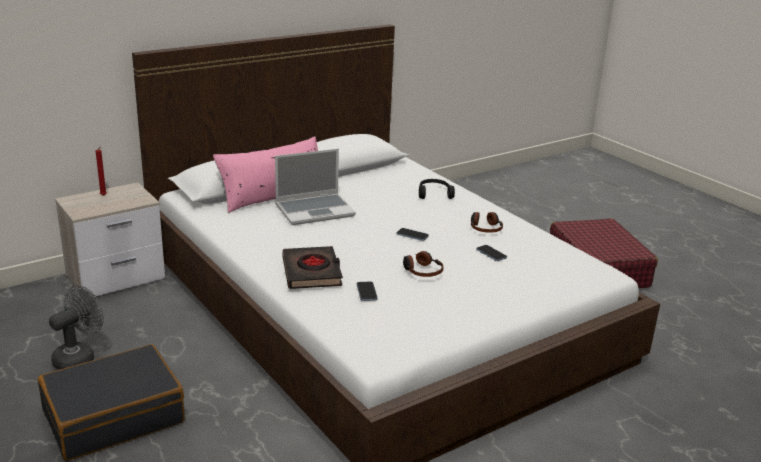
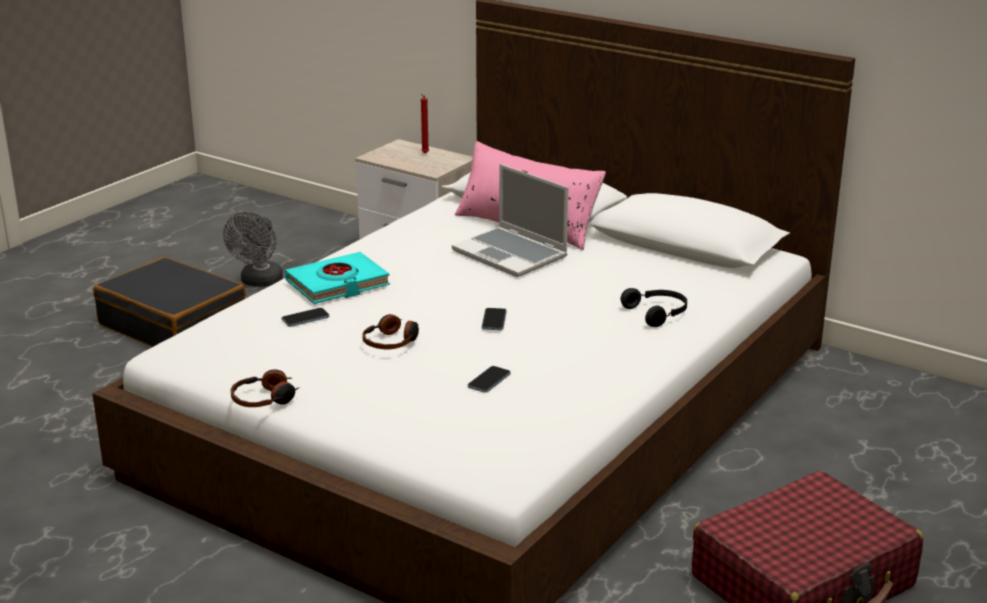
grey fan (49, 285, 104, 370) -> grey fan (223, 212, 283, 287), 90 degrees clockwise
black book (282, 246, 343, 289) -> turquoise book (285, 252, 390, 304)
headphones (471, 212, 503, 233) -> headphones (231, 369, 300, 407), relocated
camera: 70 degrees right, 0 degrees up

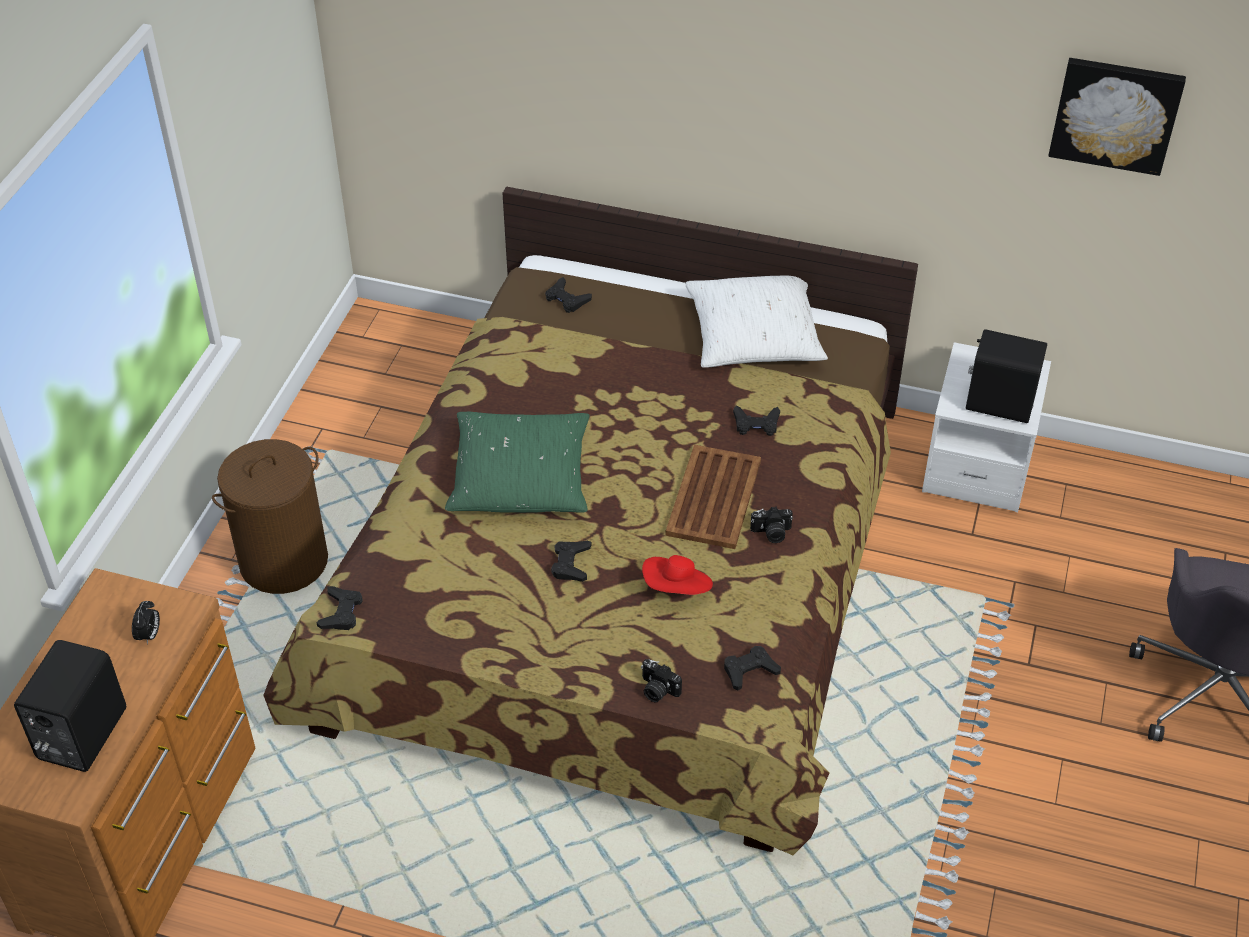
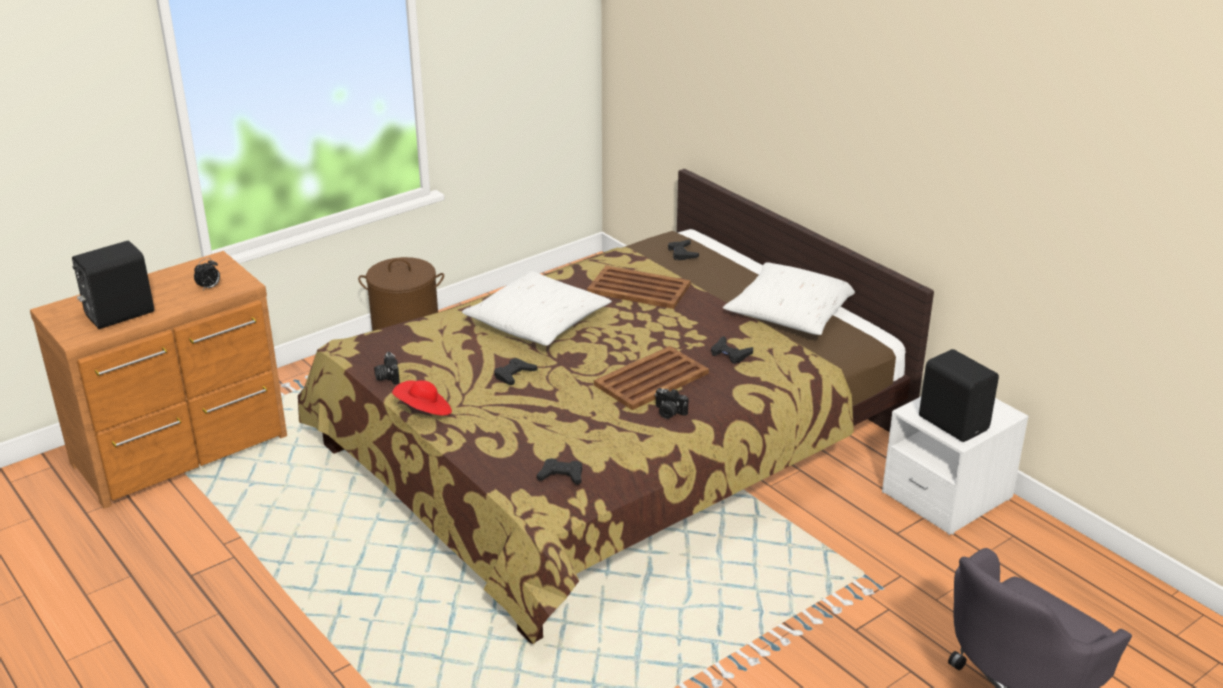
black game controller (316, 586, 363, 630) -> none
green pillow (445, 412, 590, 513) -> white pillow (462, 271, 612, 346)
photo camera (641, 659, 682, 703) -> photo camera (374, 352, 400, 385), relocated
red hat (642, 555, 713, 595) -> red hat (392, 380, 452, 415), relocated
picture (1048, 58, 1186, 176) -> none
none -> brown tray (587, 265, 691, 309)
camera: 35 degrees right, 15 degrees down

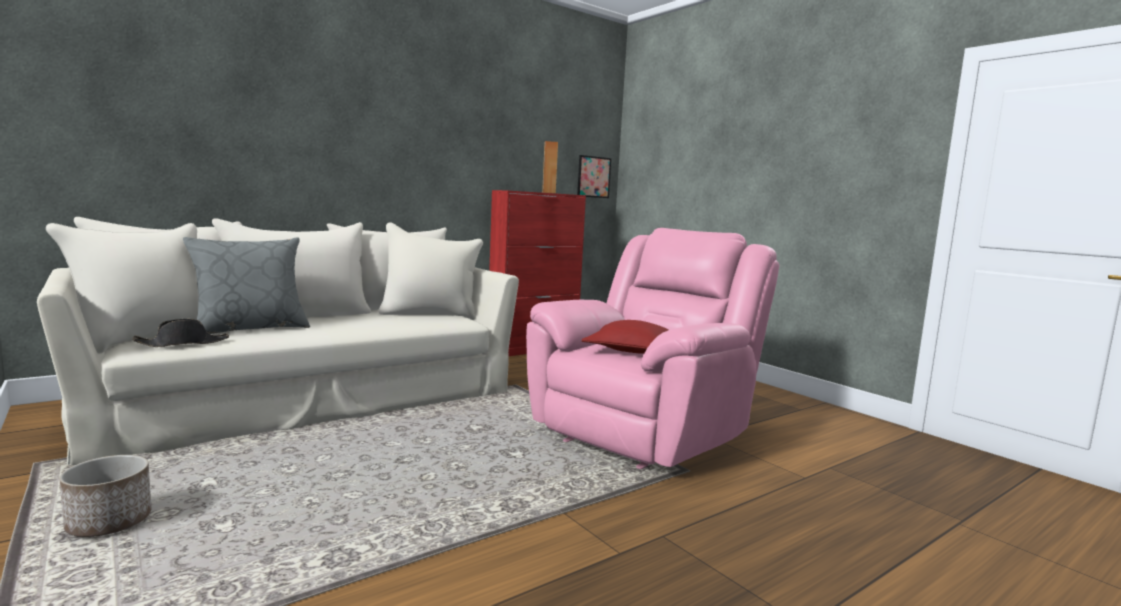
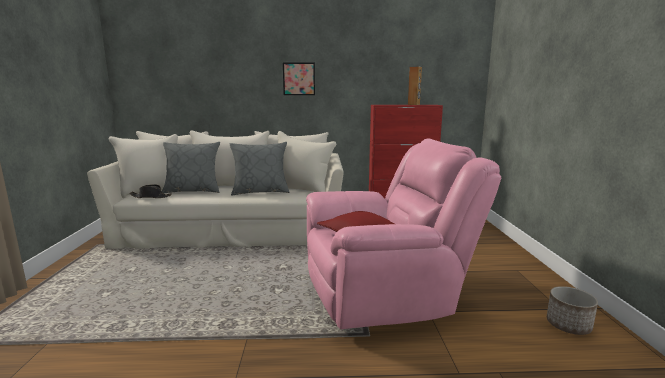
planter (59, 455, 151, 537) -> planter (547, 286, 598, 335), relocated
picture (577, 155, 611, 198) -> picture (283, 62, 315, 95), relocated
none -> grey pillow (230, 142, 289, 196)
camera: 35 degrees right, 5 degrees up

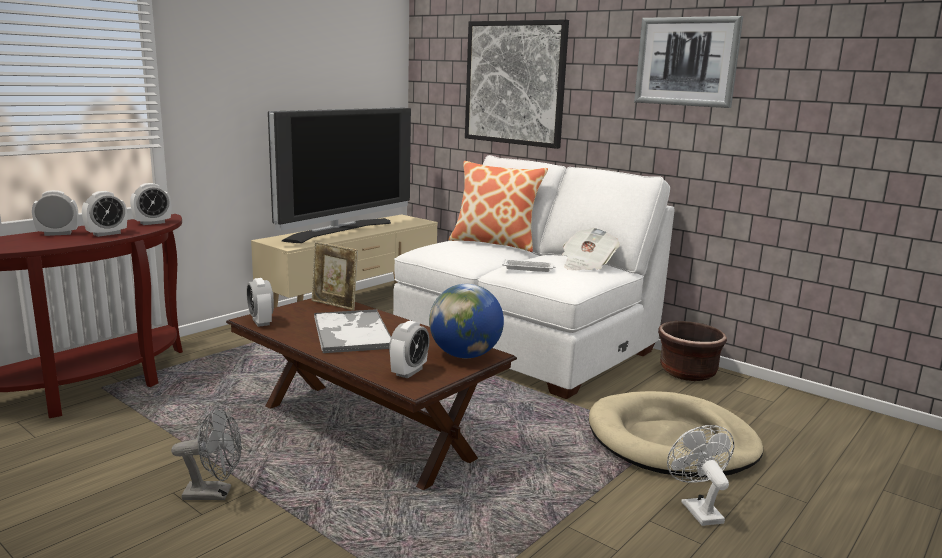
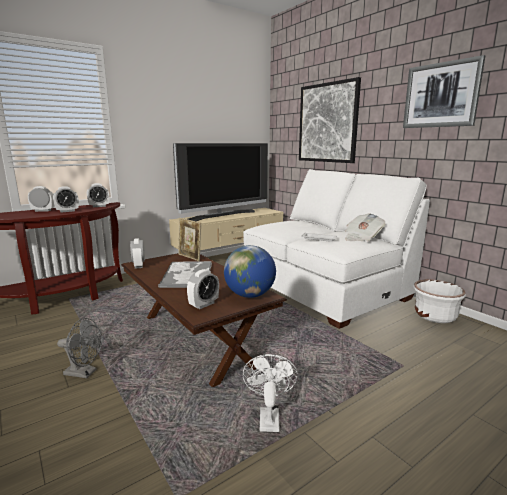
pillow (449, 161, 548, 252) -> none
beige dog bed (589, 391, 763, 477) -> none
brown planter (658, 321, 727, 381) -> white planter (413, 279, 466, 323)
white fan (667, 425, 735, 526) -> white fan (242, 354, 298, 432), relocated
camera: 15 degrees right, 0 degrees up

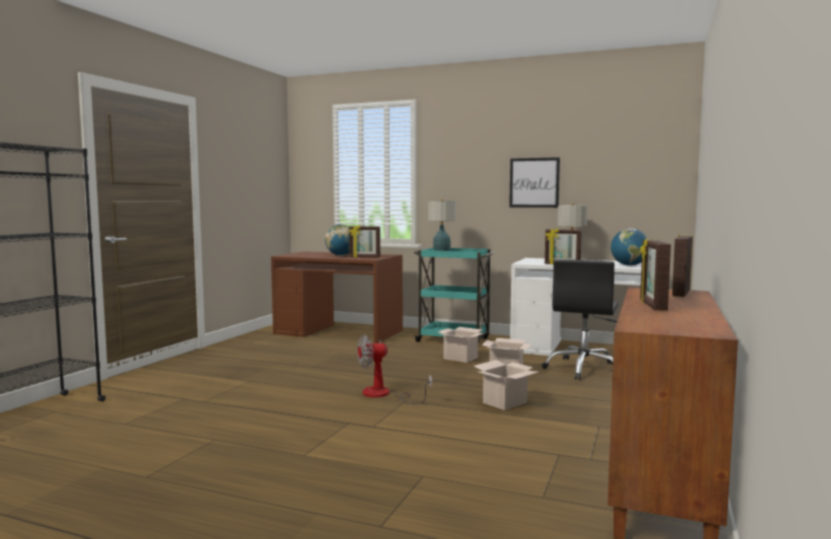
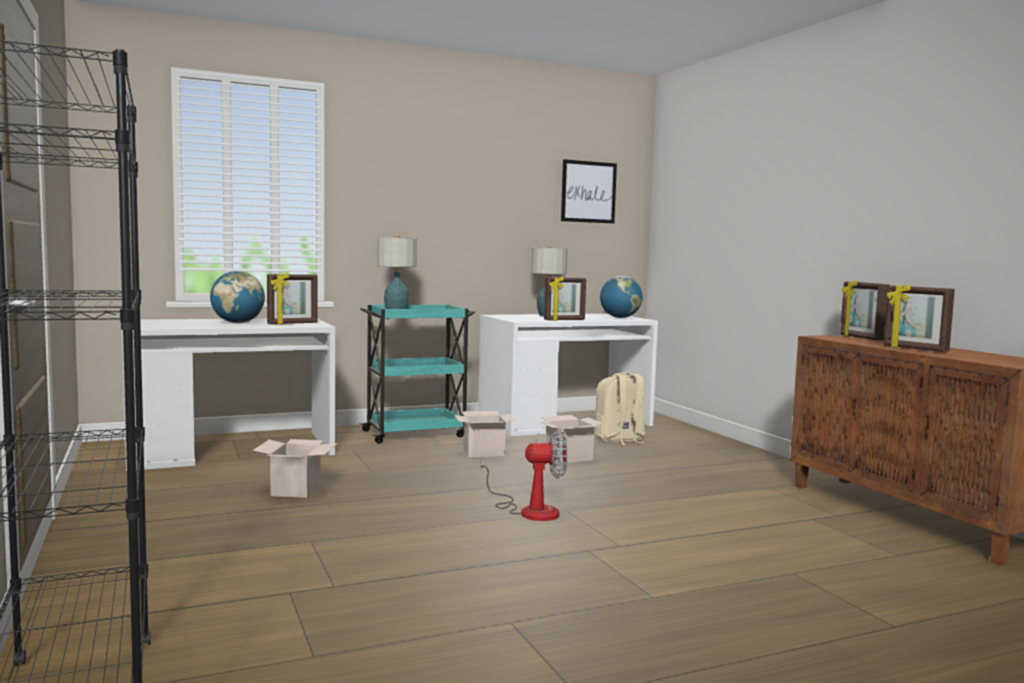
brown desk (271, 251, 403, 343) -> white desk (122, 318, 335, 471)
fan (357, 335, 432, 404) -> fan (480, 430, 568, 521), 120 degrees counterclockwise
cardboard box (474, 360, 538, 410) -> cardboard box (253, 439, 337, 498), relocated
picture (509, 157, 560, 208) -> picture (561, 159, 617, 224), relocated
black office chair (542, 259, 618, 380) -> beige backpack (595, 372, 646, 445)
camera: 45 degrees left, 0 degrees up

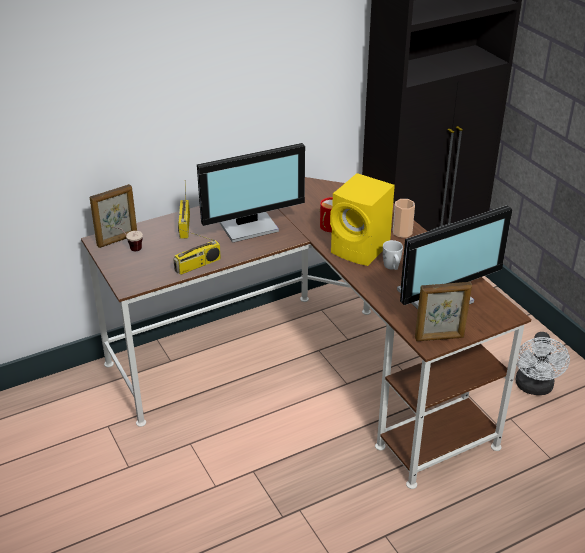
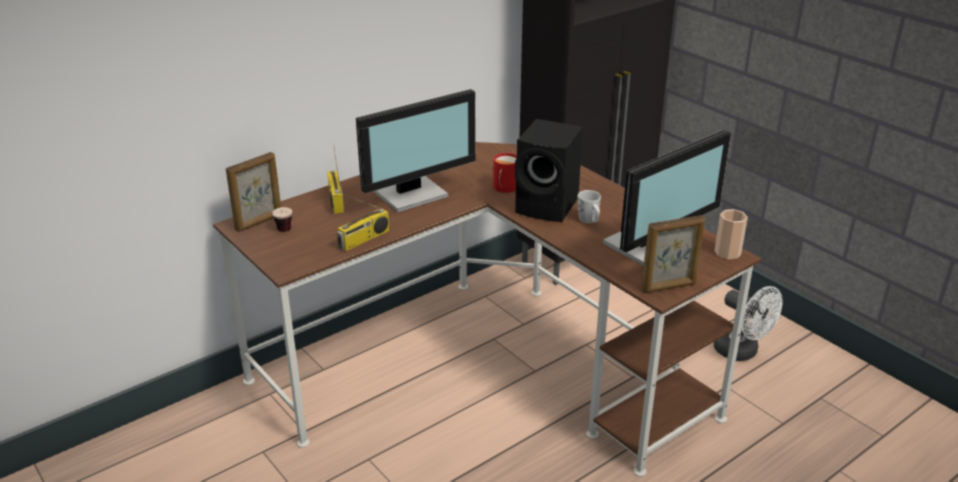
yellow speaker (330, 173, 395, 266) -> black speaker (515, 119, 583, 222)
cup (393, 199, 415, 237) -> cup (714, 209, 748, 260), relocated
white fan (516, 332, 570, 395) -> white fan (714, 286, 783, 361), 45 degrees counterclockwise
camera: 10 degrees left, 5 degrees down

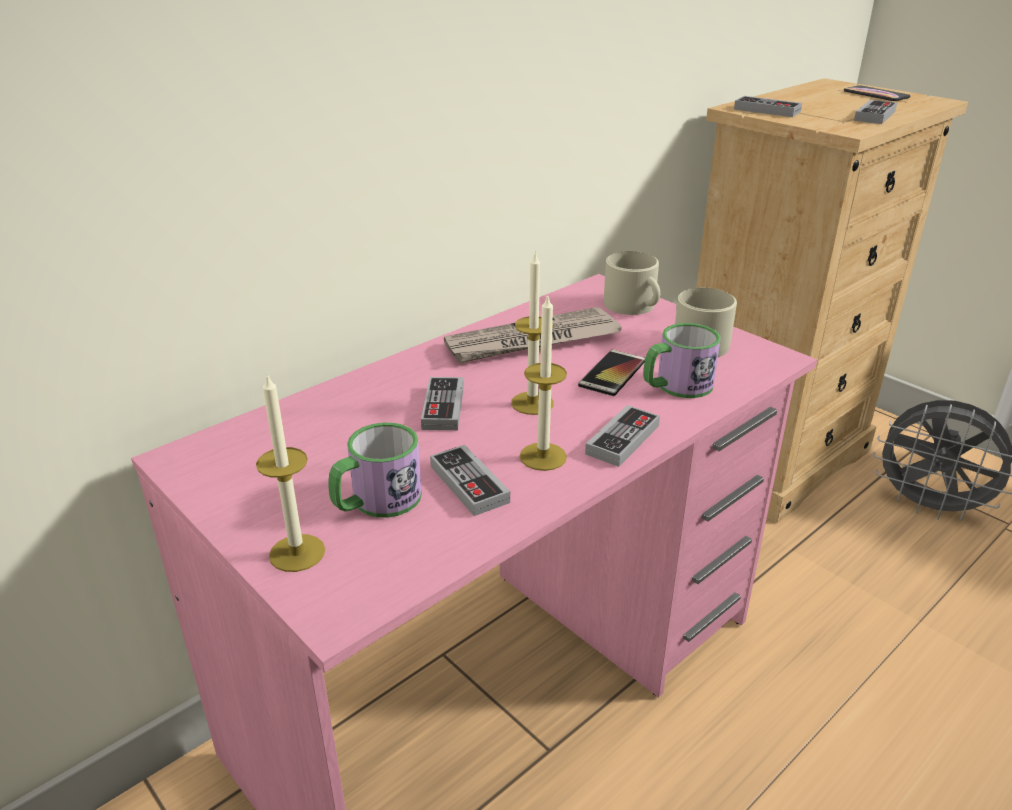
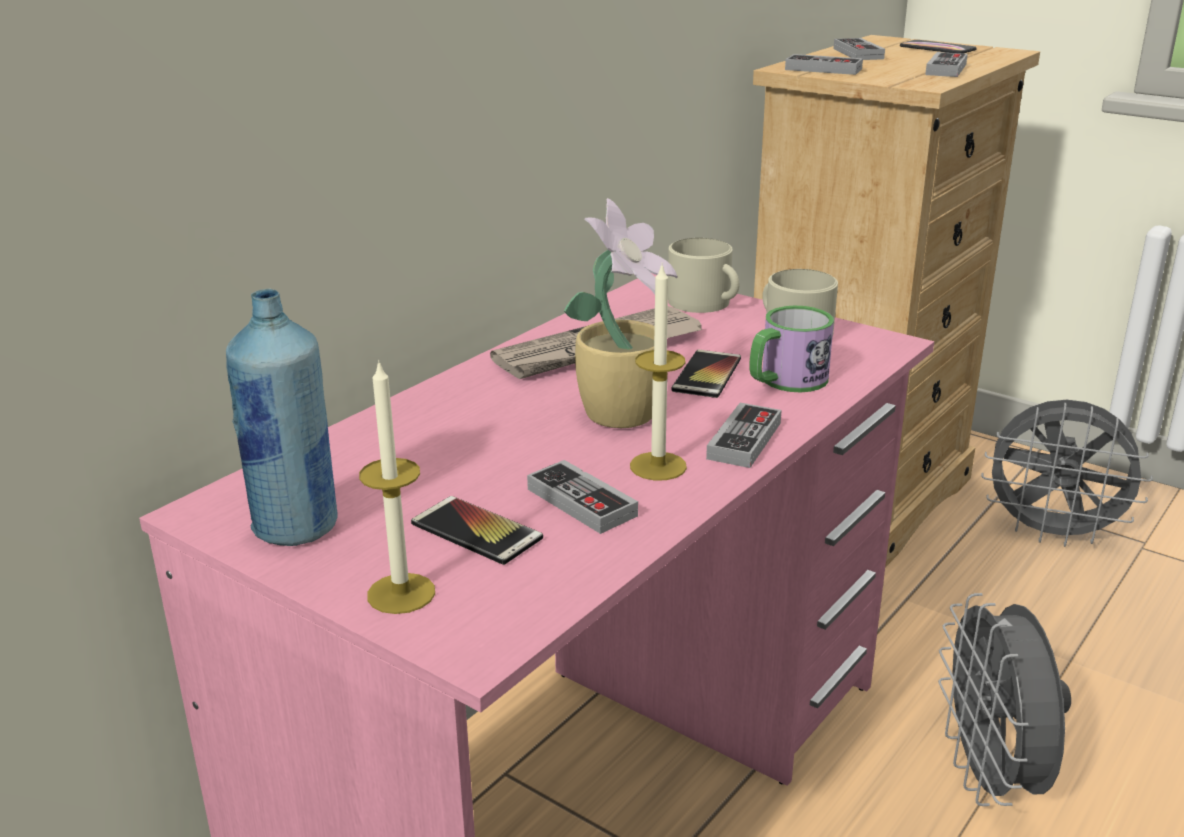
mug (328, 422, 422, 518) -> phone (411, 496, 543, 565)
game controller (421, 377, 464, 430) -> game controller (834, 38, 885, 60), relocated
candle (511, 251, 554, 415) -> potted plant (564, 198, 678, 428)
none -> blue bottle (226, 289, 337, 546)
none -> grey fan (938, 593, 1071, 806)
camera: 10 degrees left, 5 degrees down

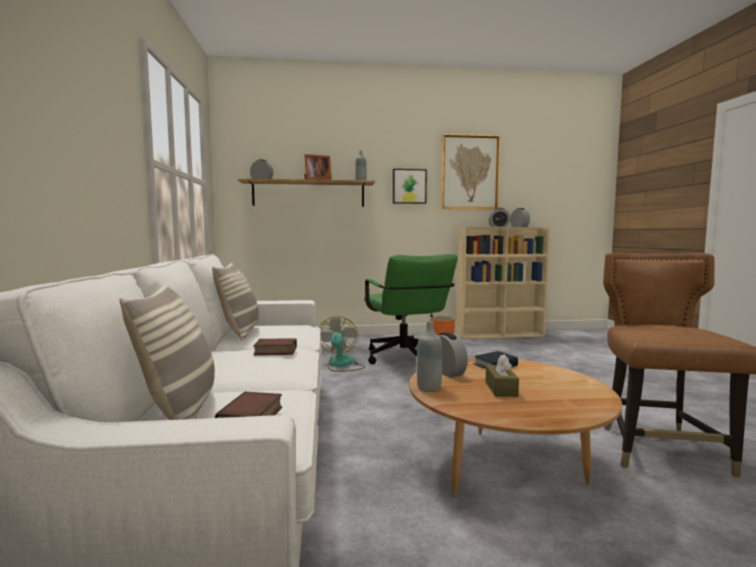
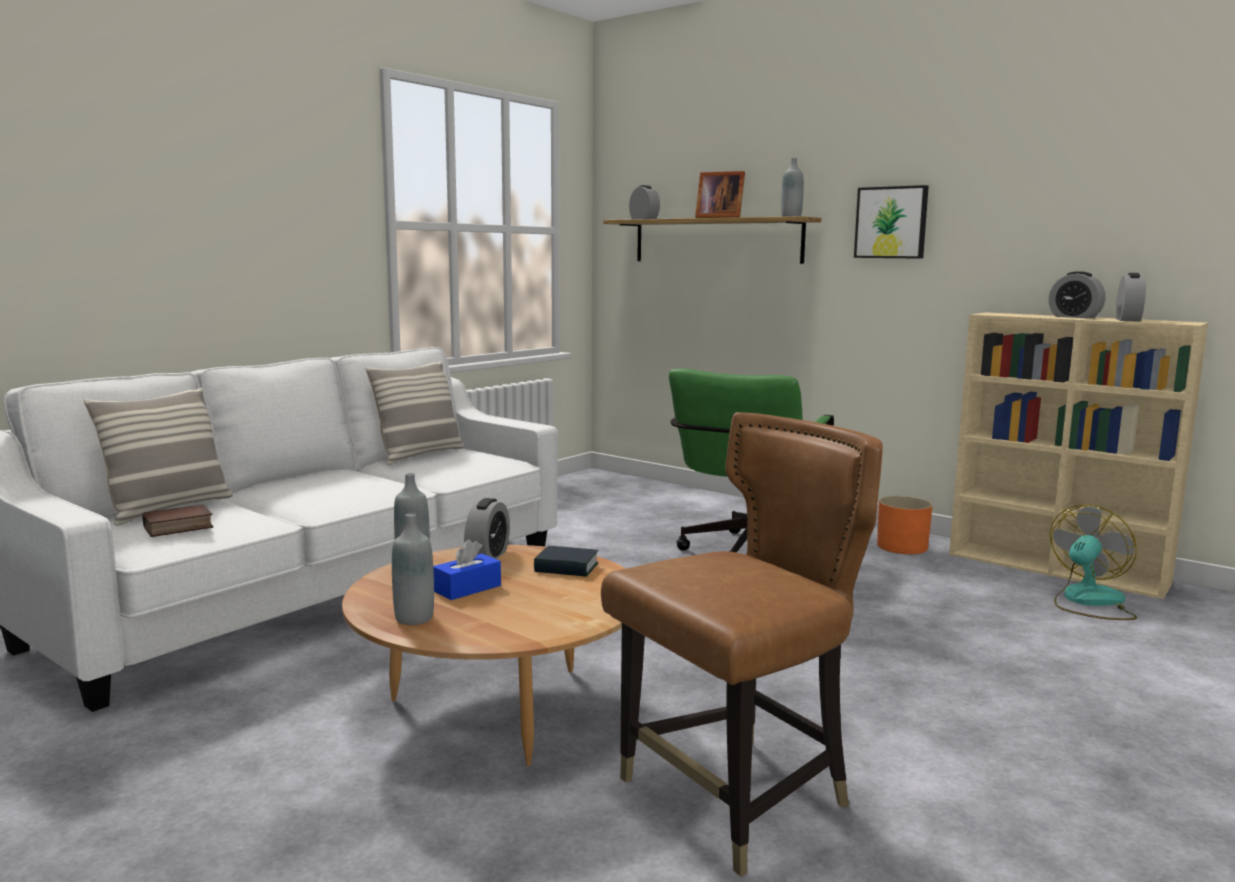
book (253, 338, 297, 355) -> none
fan (319, 316, 366, 372) -> fan (1050, 505, 1137, 620), relocated
picture (441, 134, 500, 209) -> none
brown tissue box (486, 354, 519, 397) -> blue tissue box (433, 539, 501, 600)
none -> grey bottle (392, 513, 434, 625)
camera: 45 degrees right, 5 degrees up

